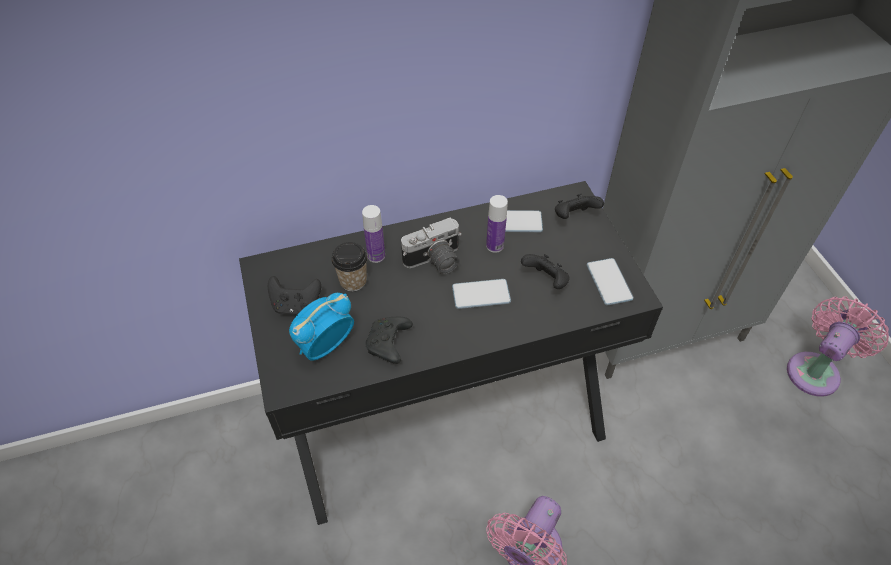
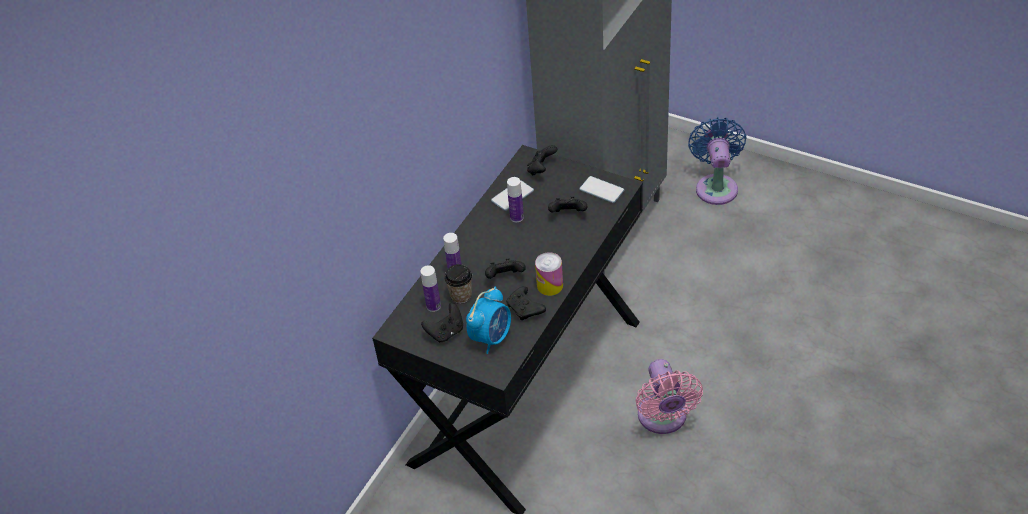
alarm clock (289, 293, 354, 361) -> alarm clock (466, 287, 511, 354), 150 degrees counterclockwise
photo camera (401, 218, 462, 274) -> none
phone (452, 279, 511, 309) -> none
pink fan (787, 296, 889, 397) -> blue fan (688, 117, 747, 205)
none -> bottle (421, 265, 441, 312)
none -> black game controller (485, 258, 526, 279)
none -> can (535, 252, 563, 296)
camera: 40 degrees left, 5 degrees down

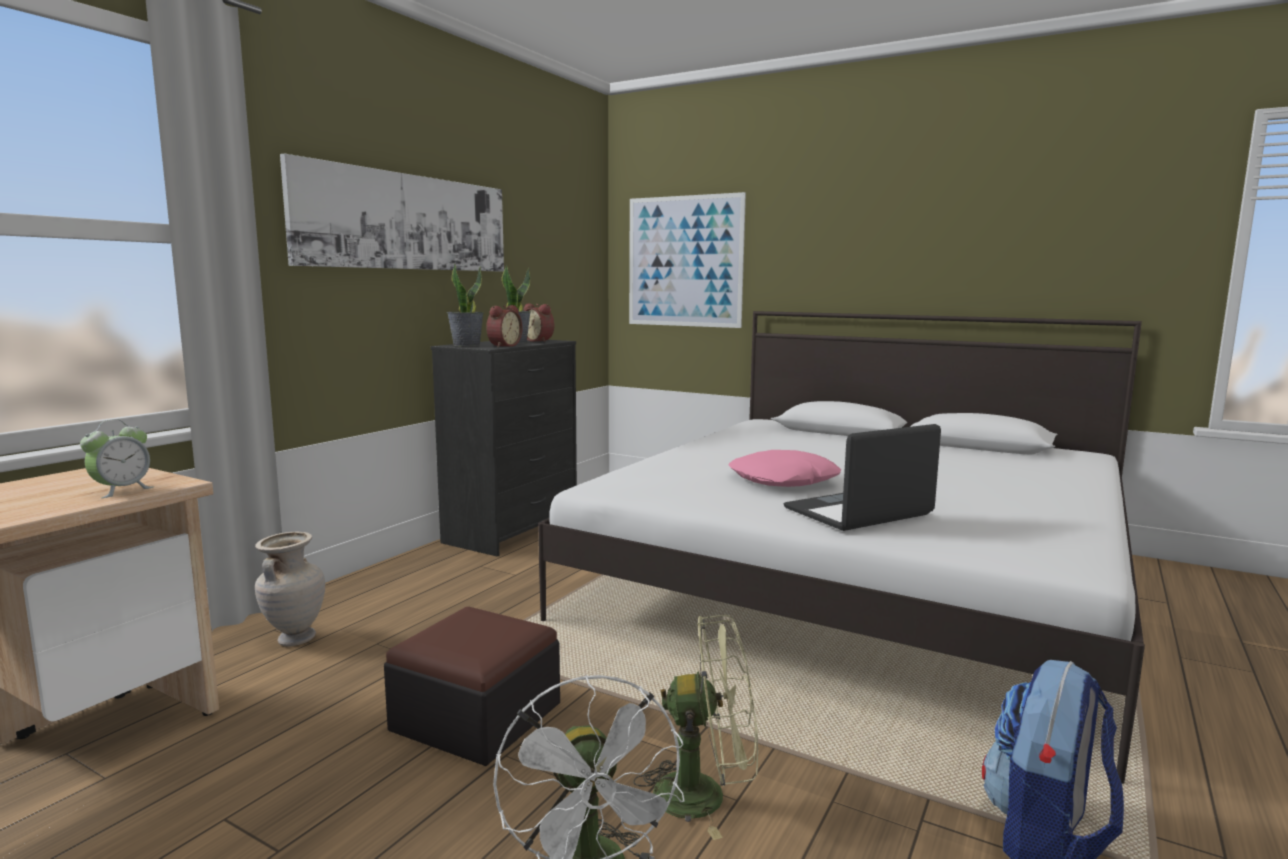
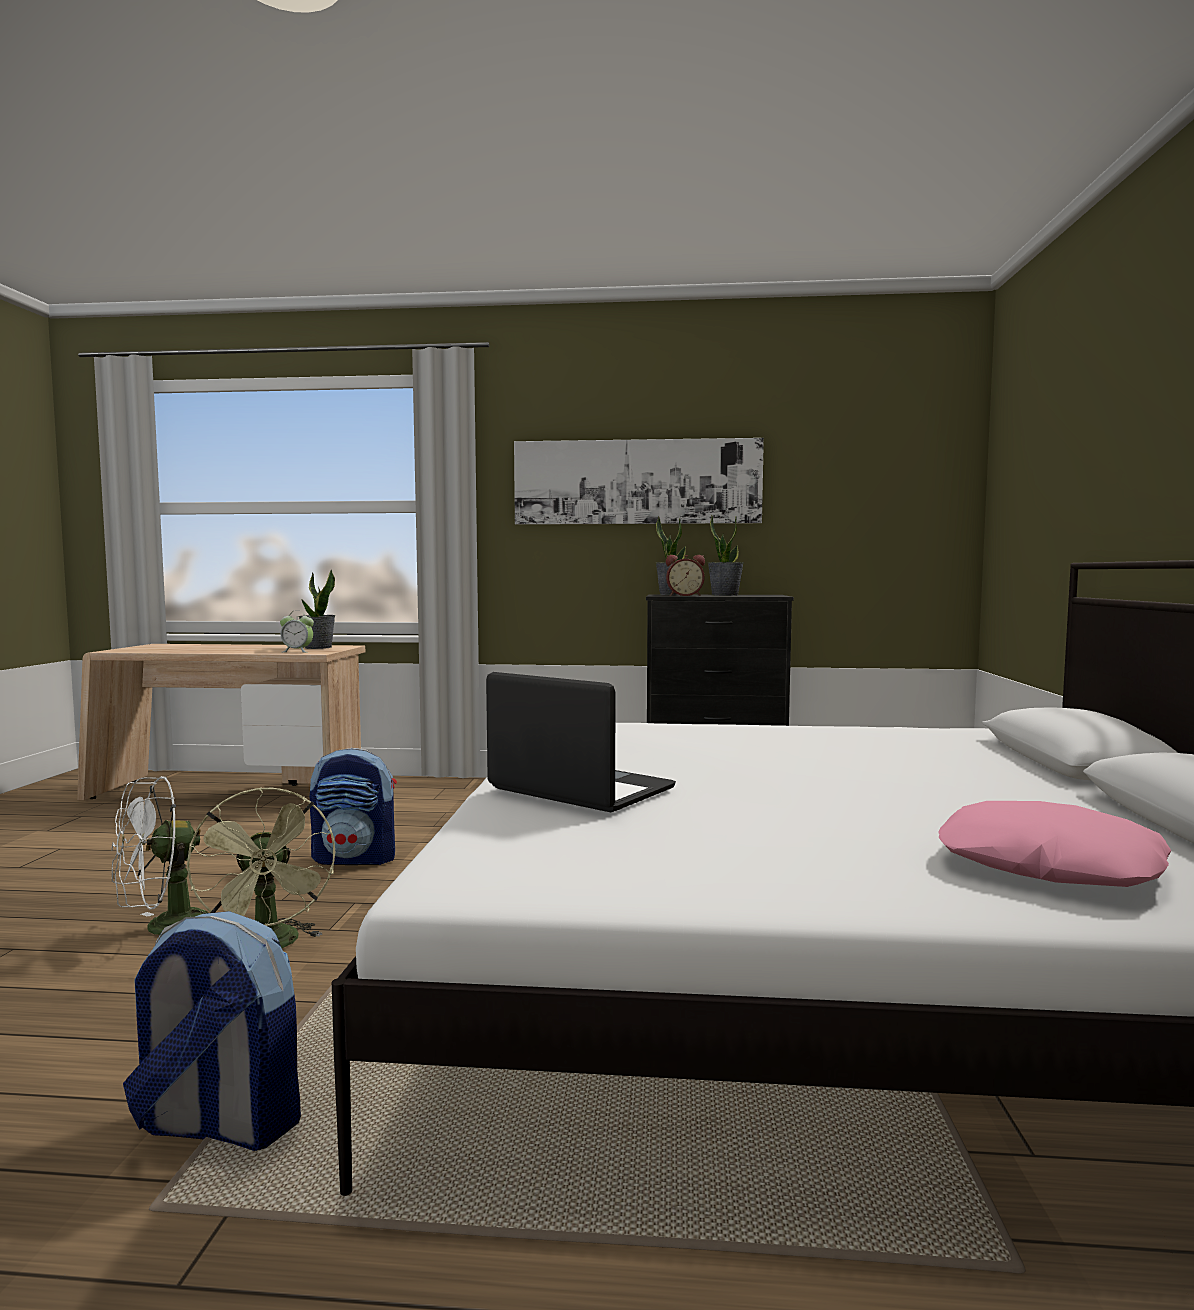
beige vase (255, 532, 325, 647) -> none
ottoman (384, 607, 560, 766) -> backpack (310, 748, 397, 865)
alarm clock (524, 304, 554, 342) -> none
picture (629, 192, 746, 328) -> none
pink pillow (728, 450, 841, 487) -> pink pillow (938, 801, 1171, 887), relocated
none -> potted plant (299, 569, 335, 649)
camera: 65 degrees right, 5 degrees down

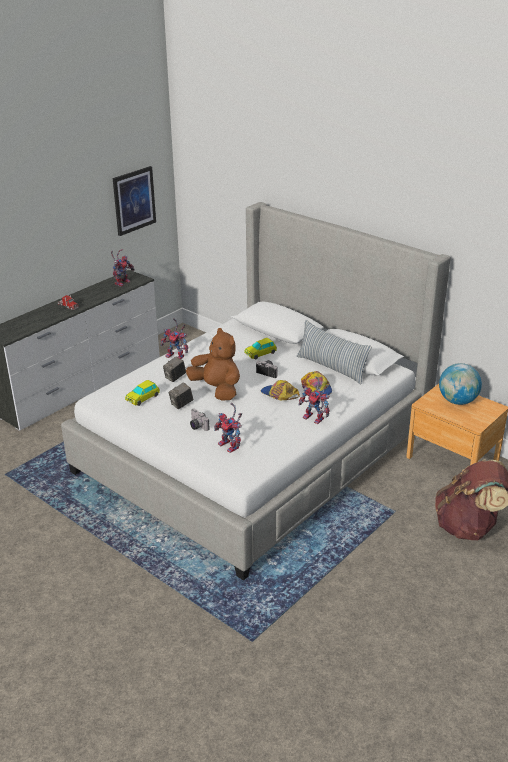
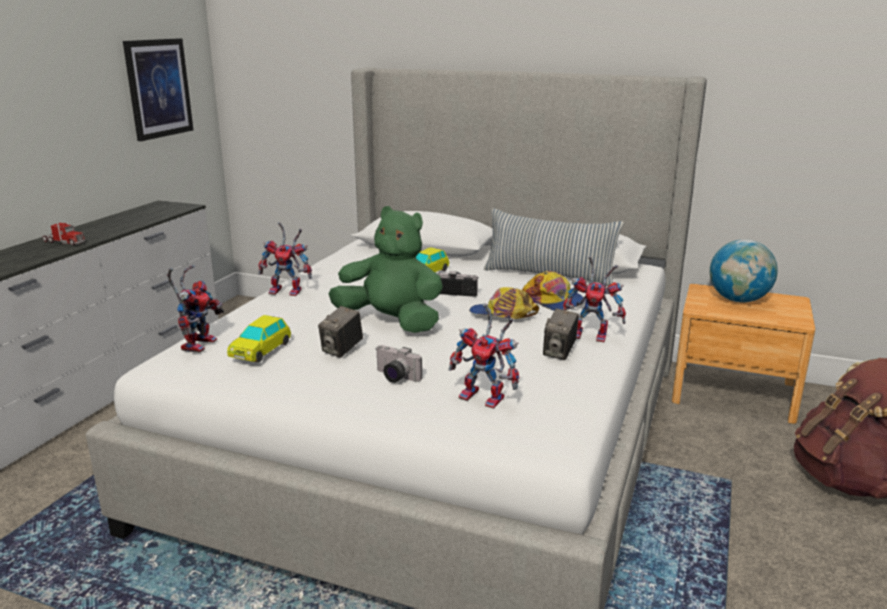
toy robot (111, 249, 135, 287) -> toy robot (167, 265, 224, 353), relocated
photo camera (163, 356, 186, 382) -> photo camera (543, 308, 579, 360), relocated
brown plush toy (186, 328, 240, 401) -> green plush toy (328, 206, 443, 333)
camera: 20 degrees left, 10 degrees down

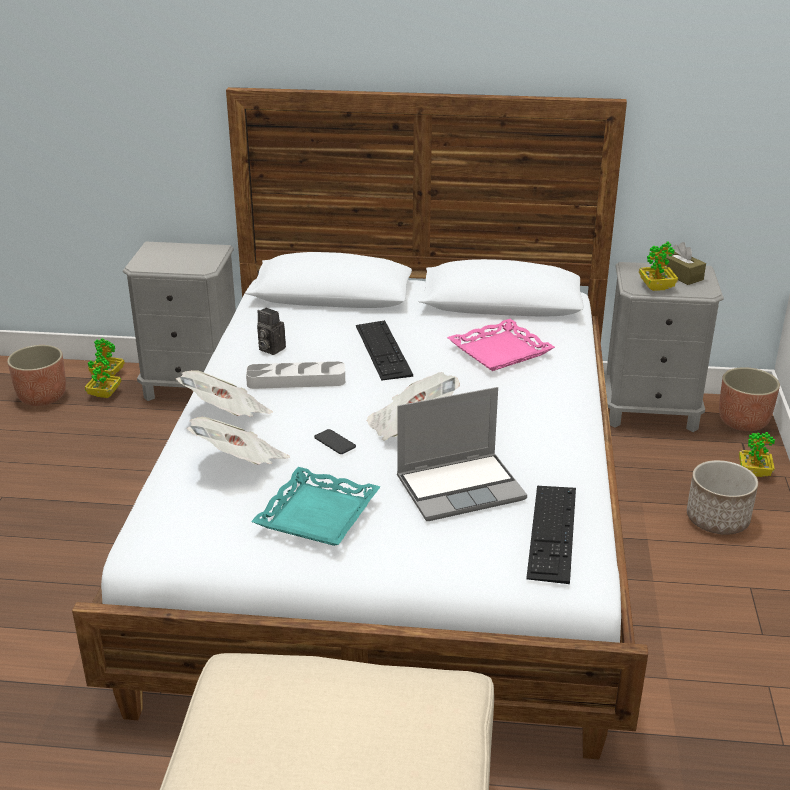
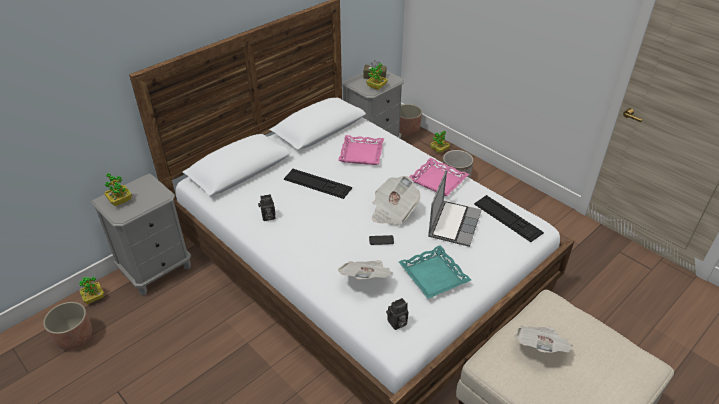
potted plant (85, 351, 121, 398) -> potted plant (104, 173, 132, 206), relocated
newspaper (176, 370, 273, 417) -> newspaper (515, 326, 573, 353), relocated
grey tray (246, 361, 345, 389) -> none
none -> photo camera (386, 298, 408, 330)
none -> pink tray (409, 158, 469, 196)
camera: 50 degrees left, 10 degrees up

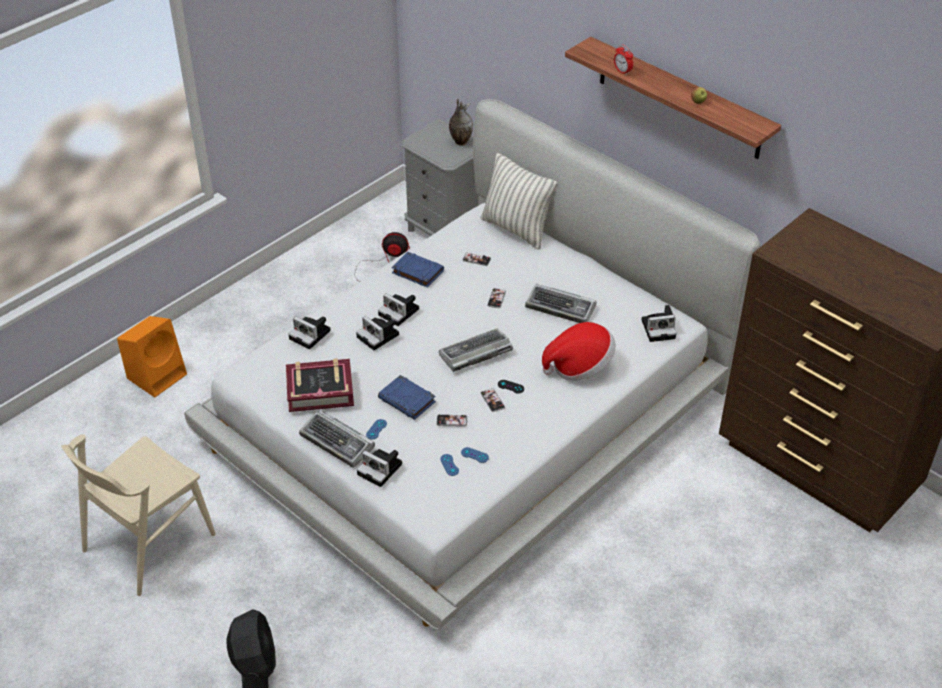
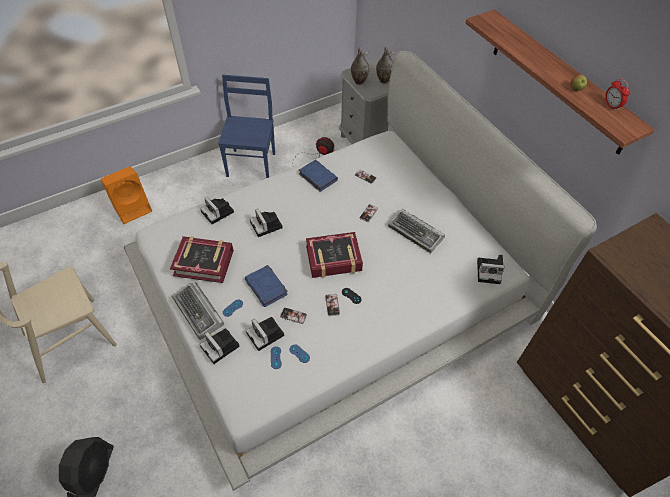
photo camera (378, 294, 419, 326) -> photo camera (246, 317, 284, 351), relocated
keyboard (439, 329, 513, 372) -> book (306, 232, 363, 278)
pillow (480, 153, 557, 249) -> none
hat (542, 322, 616, 381) -> none
alarm clock (614, 44, 633, 75) -> alarm clock (605, 79, 630, 111), relocated
none -> blue chair (218, 75, 275, 178)
none -> vase (351, 48, 369, 85)
camera: 15 degrees right, 10 degrees up

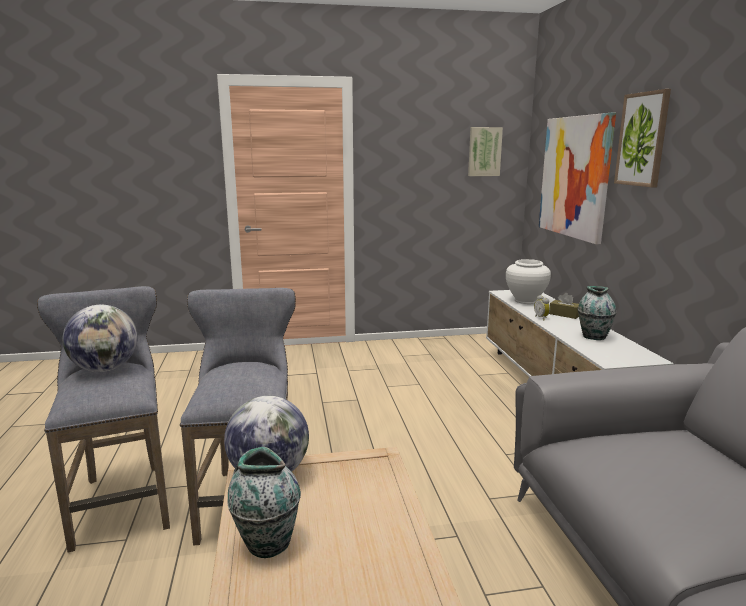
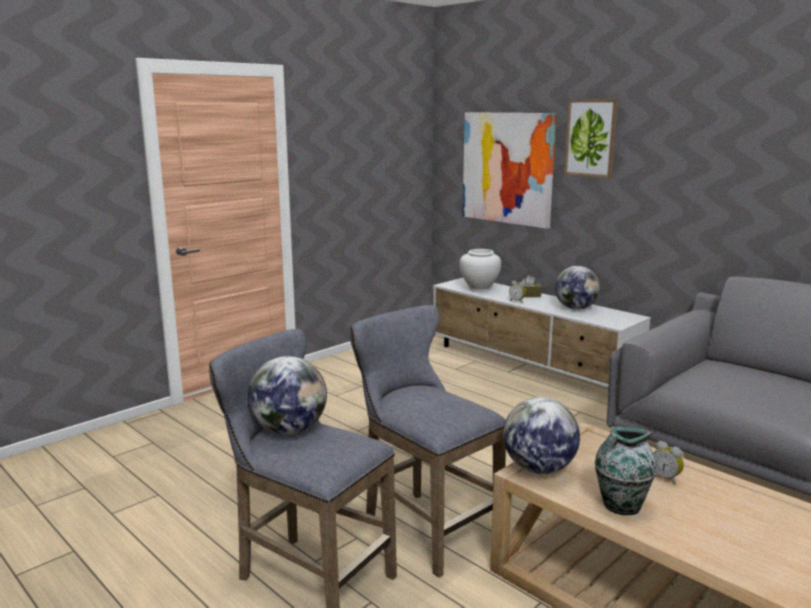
picture (468, 127, 503, 176) -> none
vase (578, 286, 616, 340) -> globe (555, 266, 600, 310)
none -> alarm clock (653, 441, 684, 485)
camera: 35 degrees left, 0 degrees up

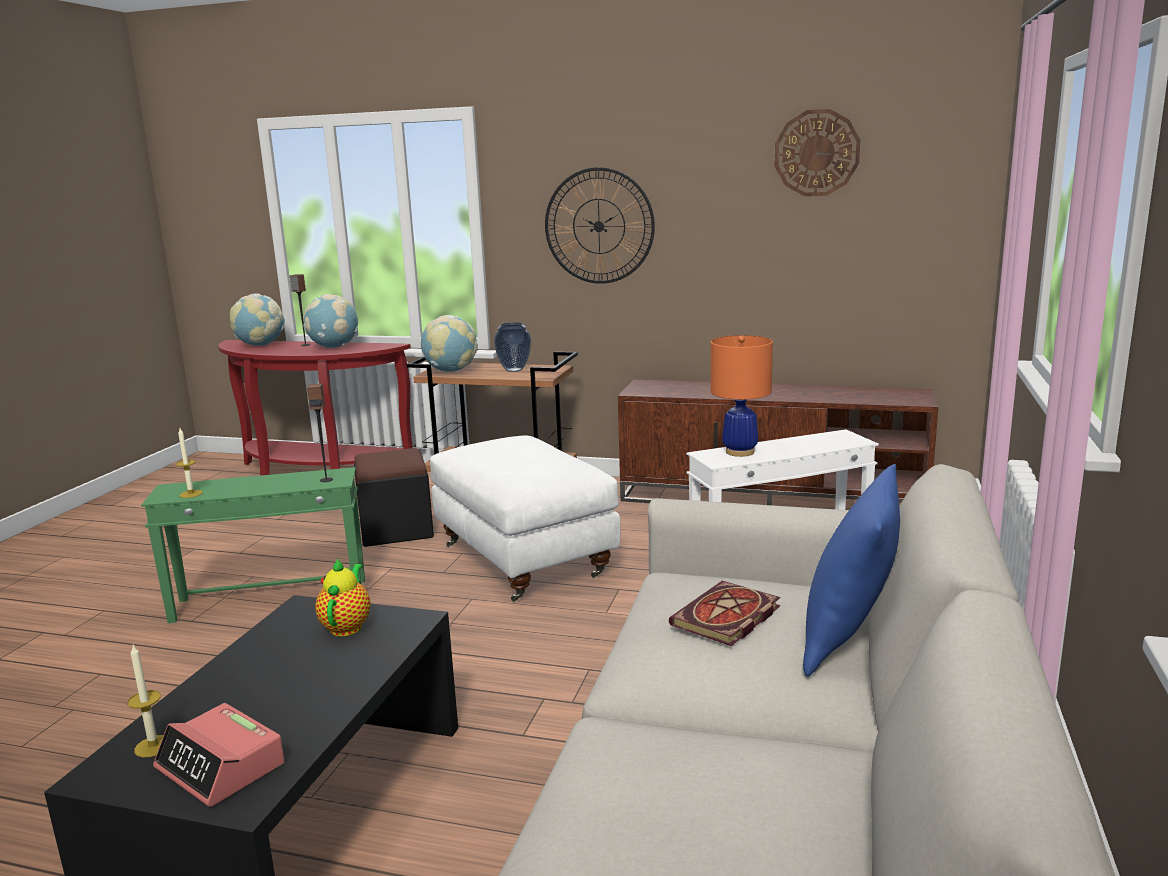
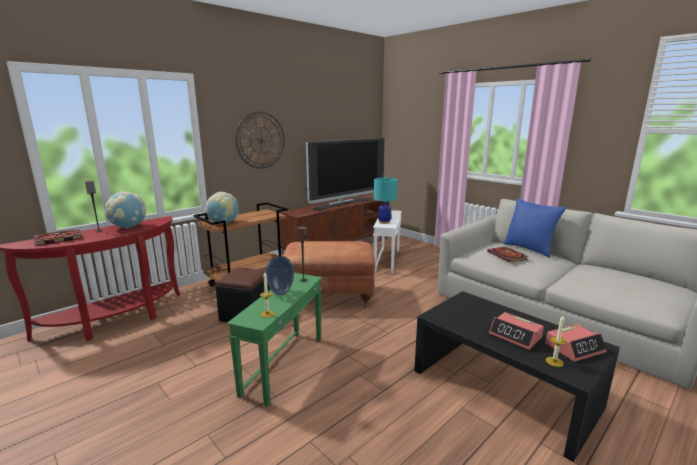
globe (230, 293, 285, 346) -> book (34, 229, 82, 246)
teapot (315, 558, 371, 636) -> none
white ottoman (430, 435, 621, 602) -> brown ottoman (283, 241, 375, 307)
vase (494, 323, 531, 372) -> vase (265, 256, 295, 295), relocated
orange table lamp (711, 335, 773, 457) -> turquoise table lamp (374, 177, 398, 224)
wall clock (774, 109, 860, 196) -> none
none -> television (305, 138, 384, 210)
none -> alarm clock (489, 312, 544, 350)
camera: 60 degrees left, 0 degrees up

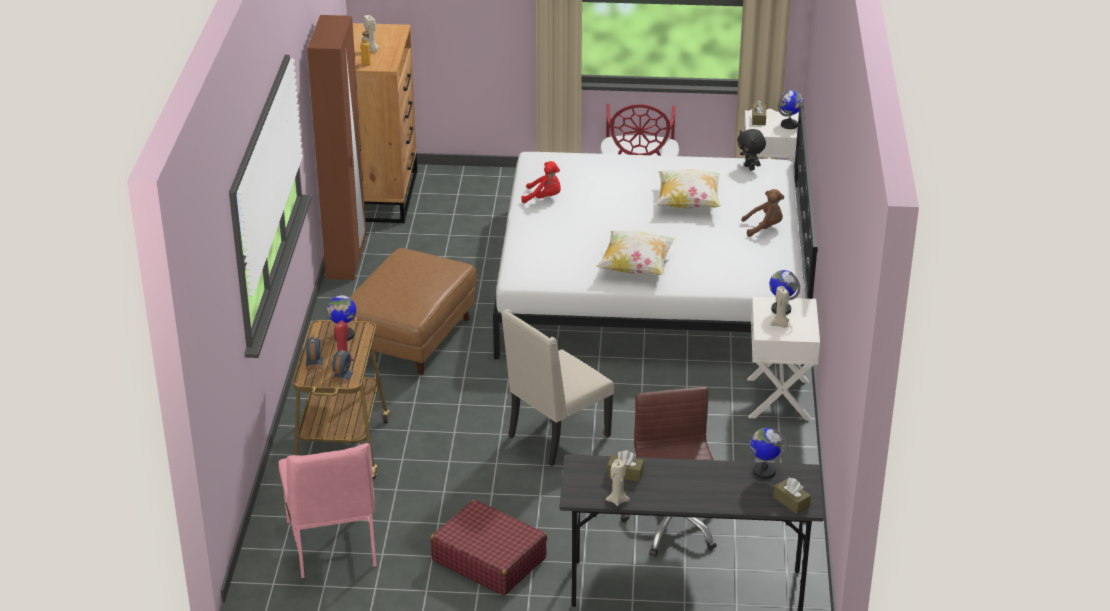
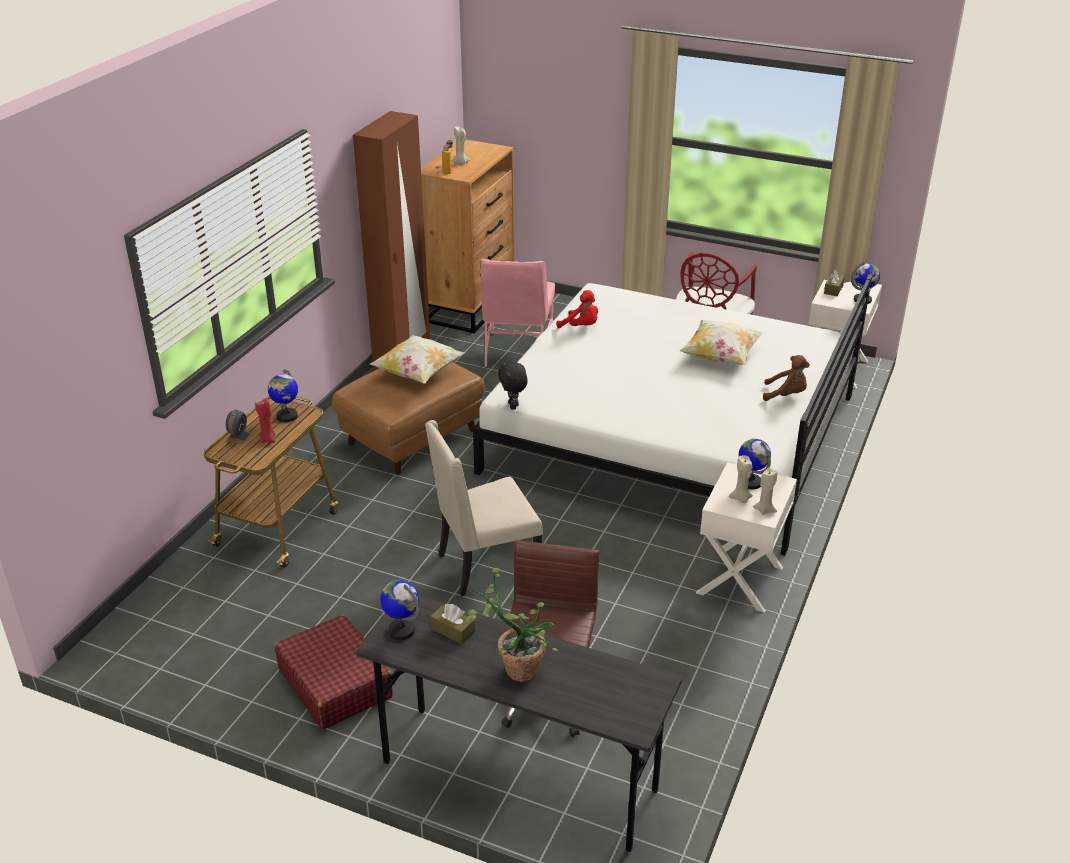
pink chair (279, 443, 377, 579) -> pink chair (481, 259, 555, 367), relocated
alarm clock (331, 350, 354, 383) -> none
pillow (596, 230, 675, 275) -> pillow (370, 335, 465, 384), relocated
beige candle (605, 459, 630, 506) -> beige candle (753, 467, 777, 515), relocated
black plush toy (737, 129, 766, 171) -> black plush toy (498, 361, 528, 410), relocated
globe (750, 428, 788, 479) -> globe (380, 580, 420, 640), relocated
brown tissue box (773, 477, 811, 514) -> none
none -> potted plant (466, 568, 559, 682)
camera: 20 degrees right, 0 degrees up

